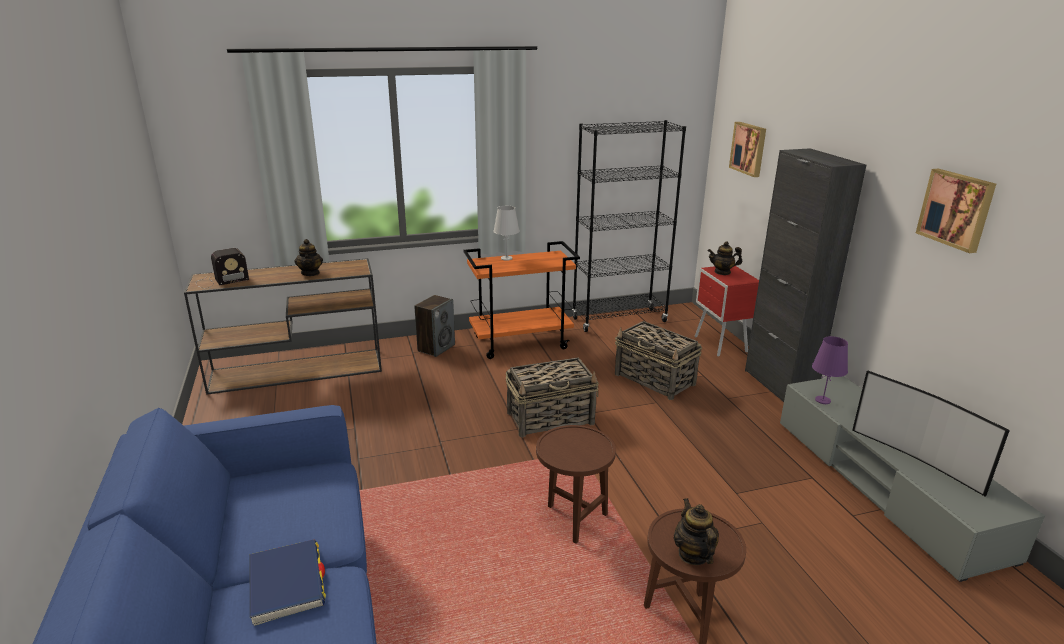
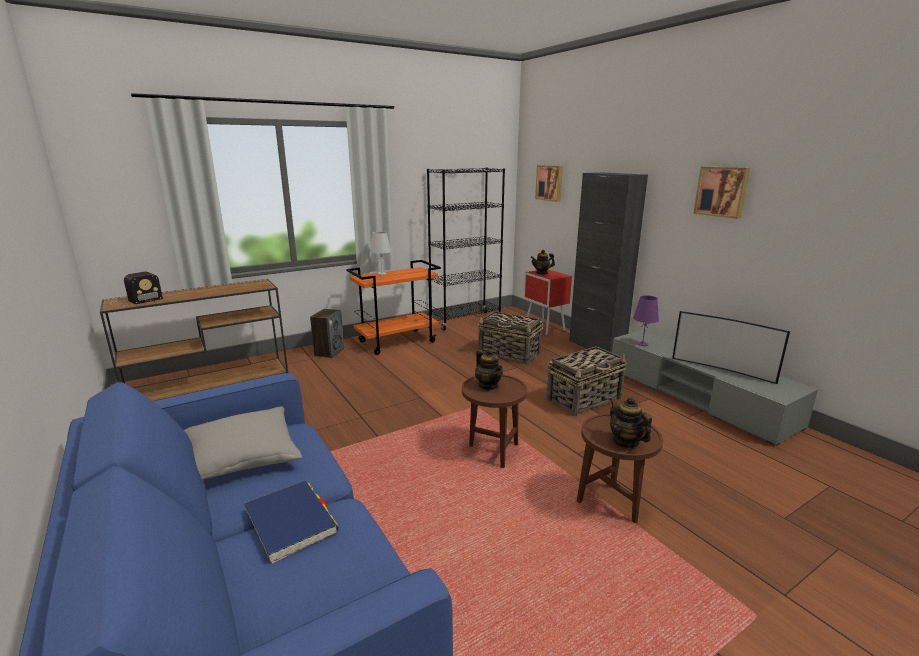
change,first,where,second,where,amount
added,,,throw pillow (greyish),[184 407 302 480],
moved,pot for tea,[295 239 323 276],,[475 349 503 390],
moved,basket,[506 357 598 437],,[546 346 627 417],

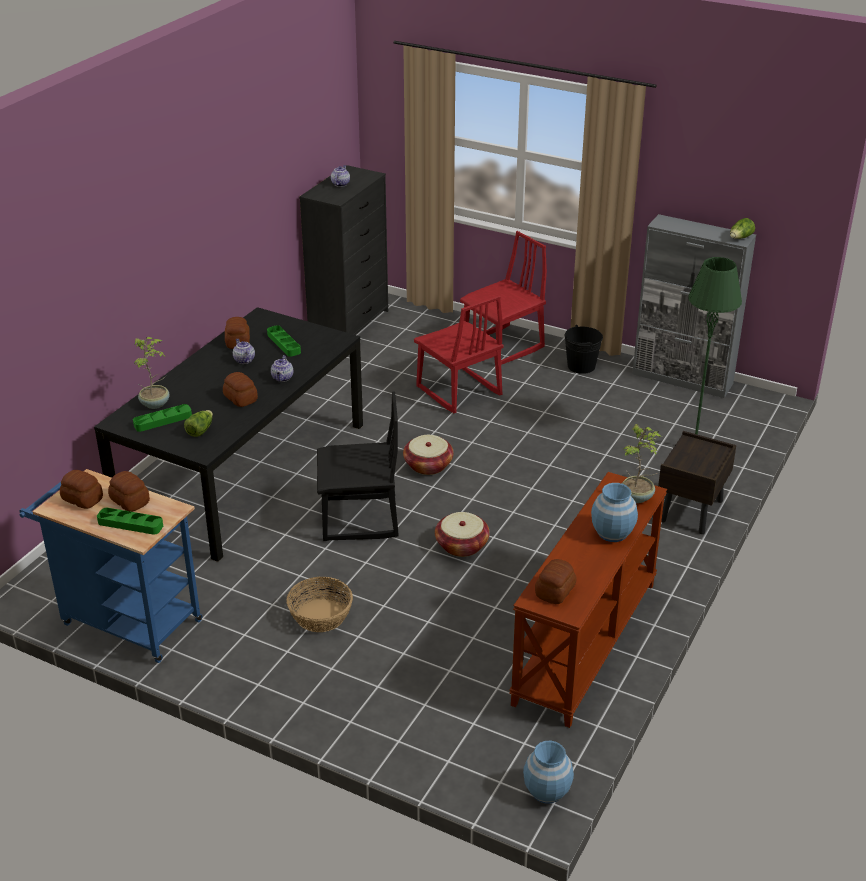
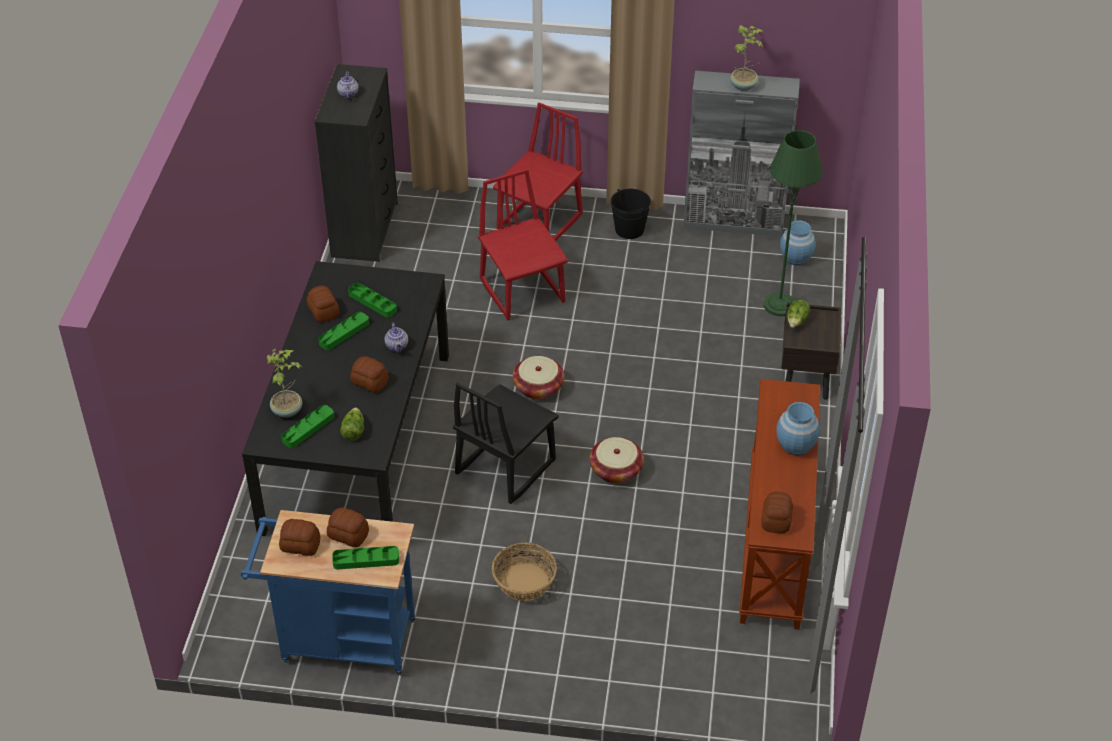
change,first,where,second,where,amount
replaced,pot for tea,[233 339 255 364],serving tray (green-coloured),[318 312 369 350],
turned,upright chair (blackish),[317 392 399 541],,[453 382 559 504],150 degrees clockwise
turned,upright chair (reddish),[414 296 504 413],,[478 169 568 321],150 degrees counterclockwise
moved,houseplant,[622 424 662 503],,[730 25 764 91],
moved,decorative vase (blue),[523 741 574 804],,[780 221 816 265],
moved,lettuce,[730 218 755 239],,[787 300 810 328],

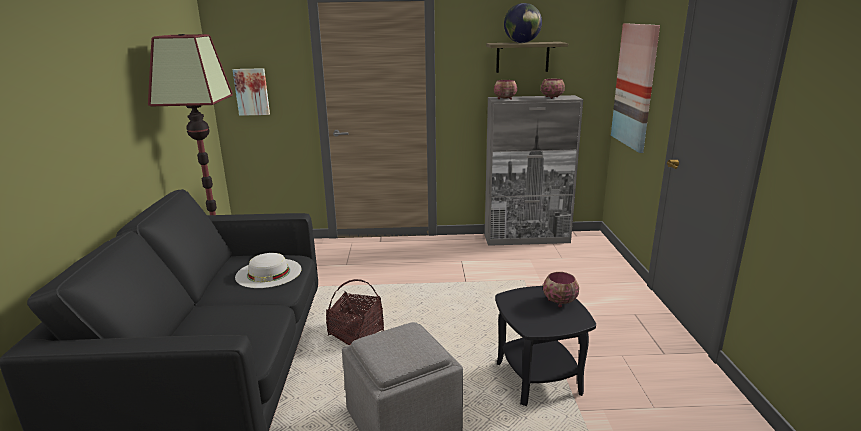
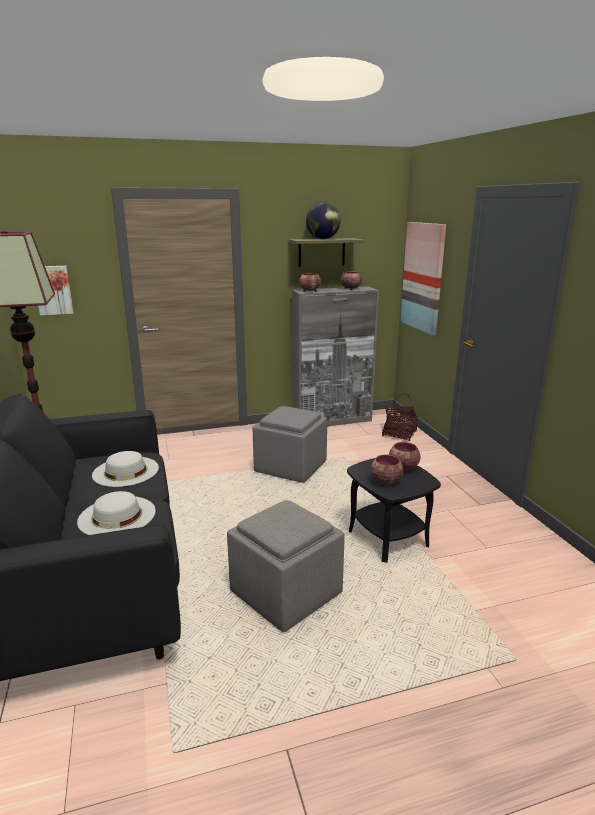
change,first,where,second,where,amount
added,,,wearable hat (whitish),[77 491 156 535],
added,,,ottoman (greyish),[253 406 327 483],
added,,,bowl,[371 455 404 487],
moved,basket,[326 279 384 345],,[382 393 418 441],

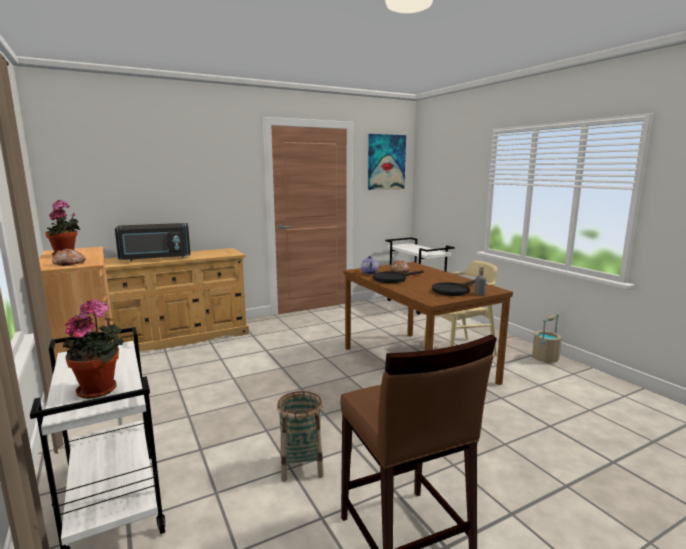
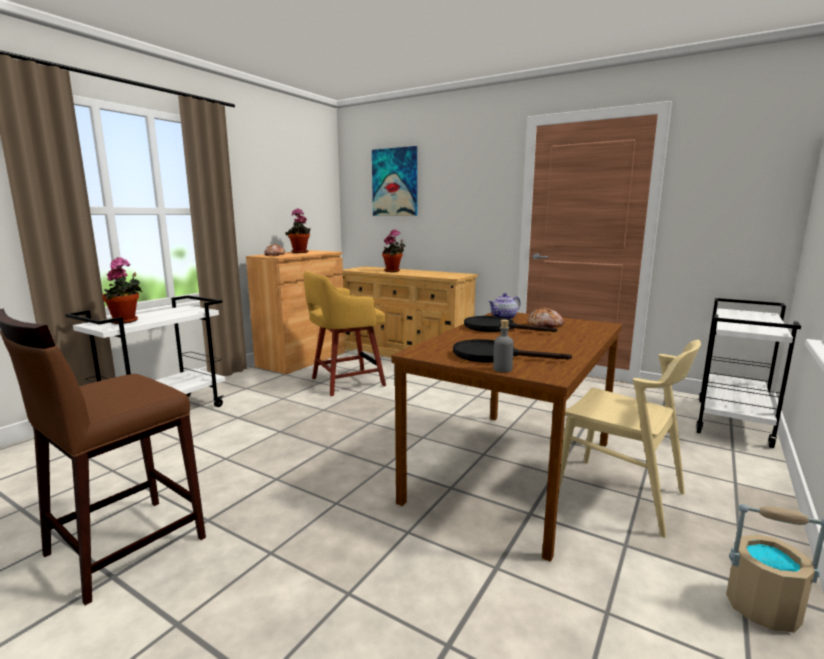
change,first,where,second,where,amount
added,,,stool (yellow),[304 271 386 396],
moved,wall picture,[368 134 406 190],,[372 146 417 216],
replaced,microwave (blackish),[115 223 191 262],houseplant,[382 229 405 272],
removed,basket,[277 391 324 482],,,

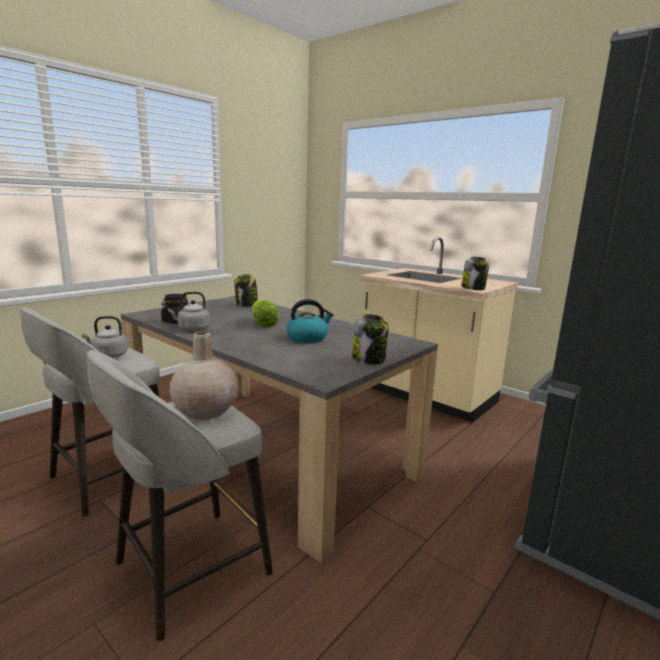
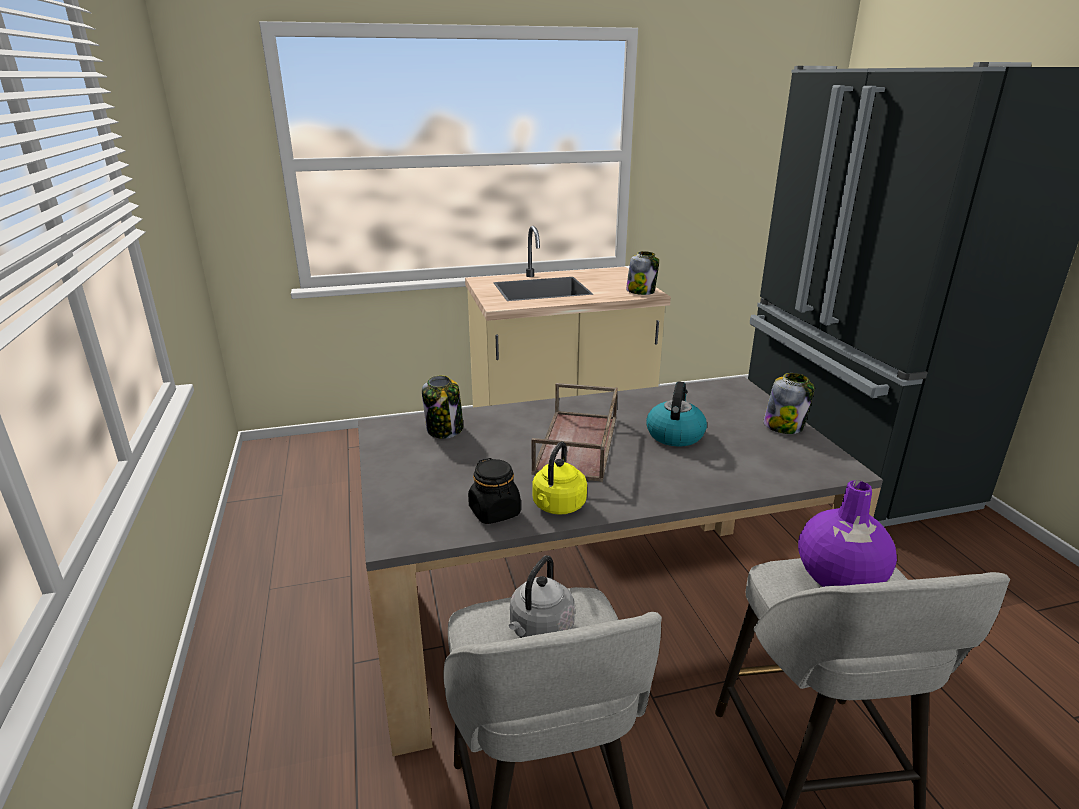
change,first,where,second,where,amount
replaced,lettuce,[252 300 279 327],serving tray (brownish),[531 383 618 482],
recoloured,kettle (greyish),[168 292 210 331],kettle (yellow),[532 441 587 515],
recoloured,decorative vase (beige),[169 331 239 420],decorative vase (purple-coloured),[798 480 897 587],

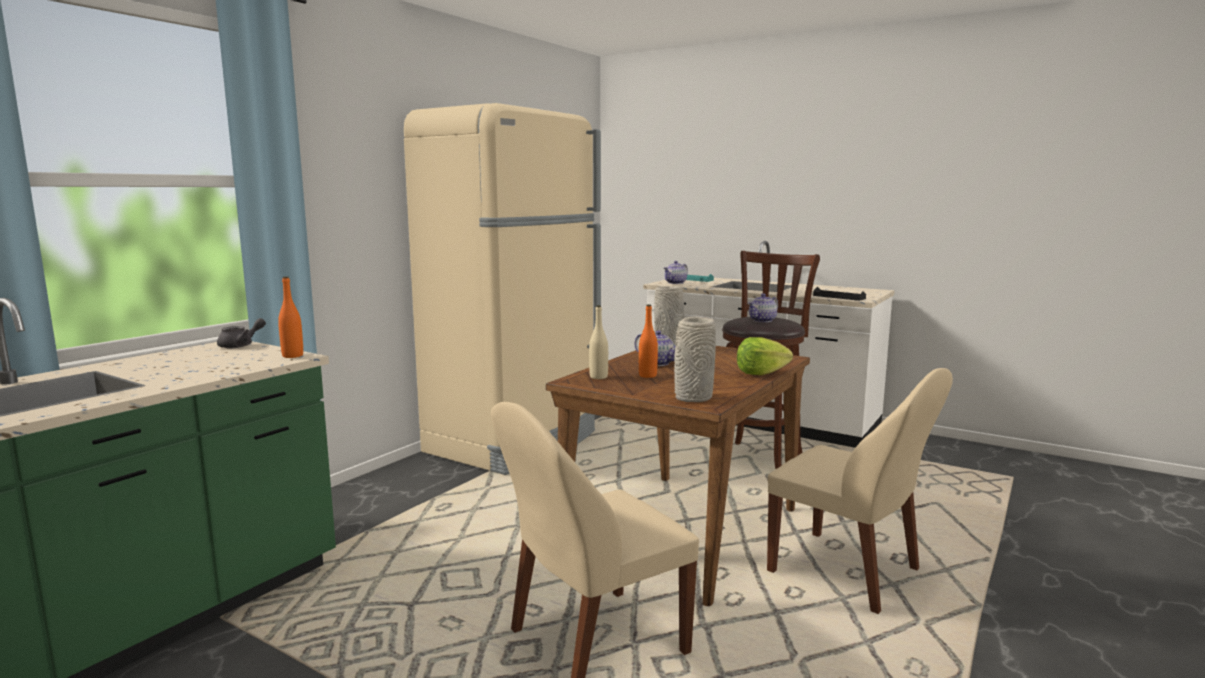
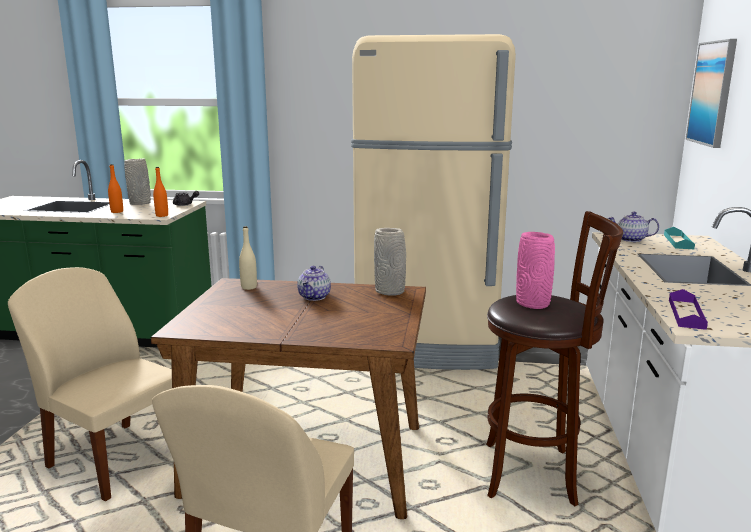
change,first,where,second,where,amount
moved,bottle (orange-coloured),[639 304 658 378],,[108 164 123 213],
moved,decorative vase (greyish),[674 317 716 402],,[124 158 151 205],
replaced,pot for tea,[748 293 778 322],decorative vase (pinkish),[516 232 555 309],
recoloured,serving tray (blackish),[813 287 866 301],serving tray (purple-coloured),[669 289 708 330],
added,,,wall picture,[685 39 737 148],
removed,lettuce,[737 337 793 375],,,

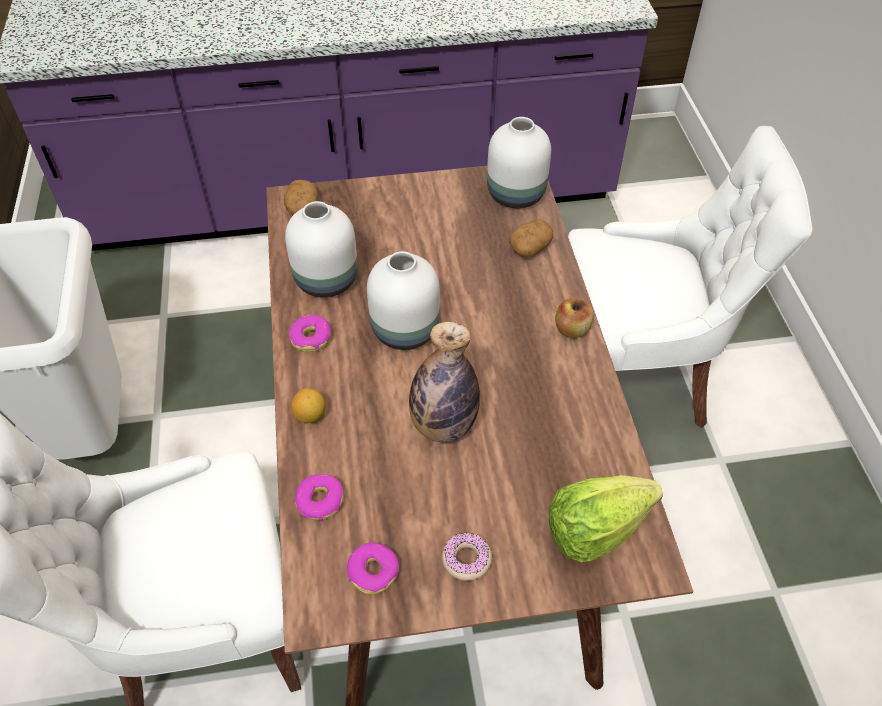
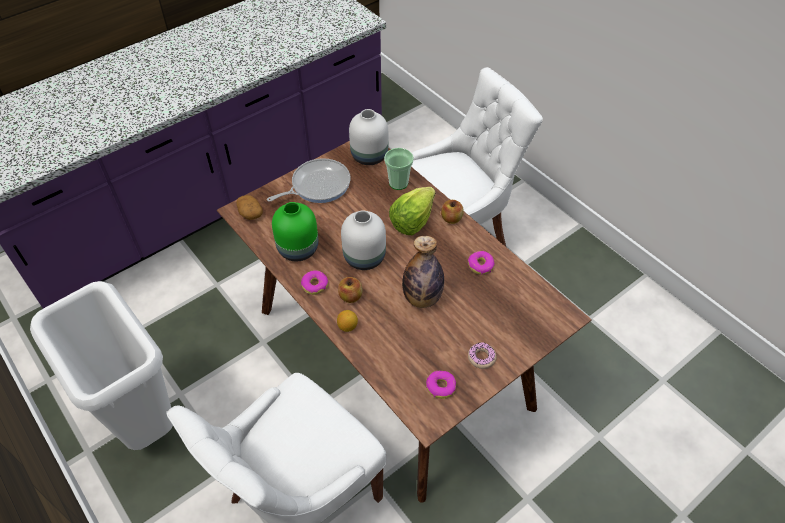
change,first,where,second,where,amount
added,,,frying pan,[267 158 351 203],
recoloured,decorative vase (whitish),[285 201 358 298],decorative vase (green-coloured),[272 202 318 261],
added,,,whole apple,[338 277 363 303],
replaced,whole potato,[509 219 553 258],drinking cup,[384 148 414 190],
moved,lettuce,[549 475 663 562],,[389 187 436 235],
moved,ring doughnut,[295 474 344 521],,[468 251 495 275],

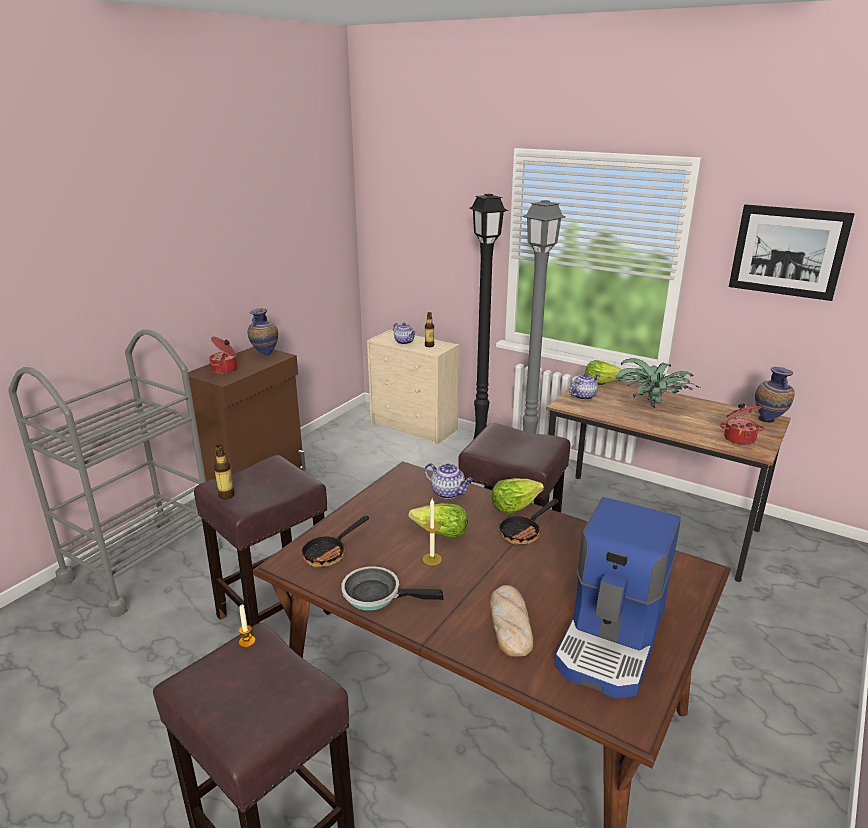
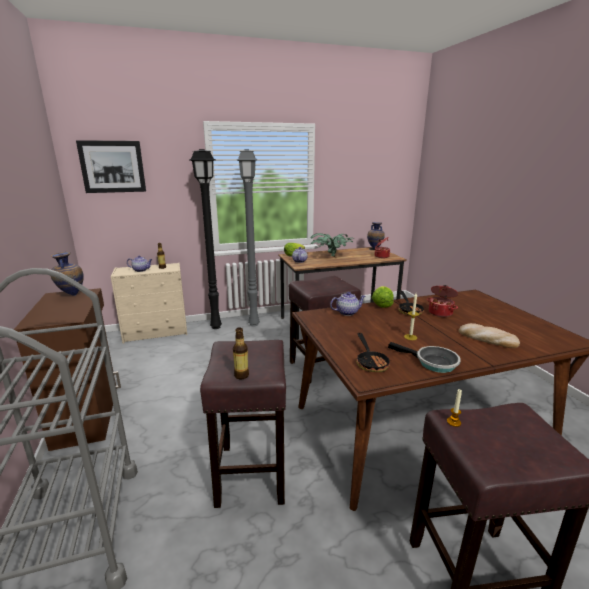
change,first,where,second,where,amount
moved,wall picture,[729 204 855 301],,[76 140 146 193],
turned,frying pan,[341 566 444 611],,[388 342 461 373],105 degrees counterclockwise
moved,saucepot,[209 337 237 374],,[427 285 458 317],
removed,lettuce,[408 503 468 538],,,
removed,coffee maker,[554 497 681 699],,,

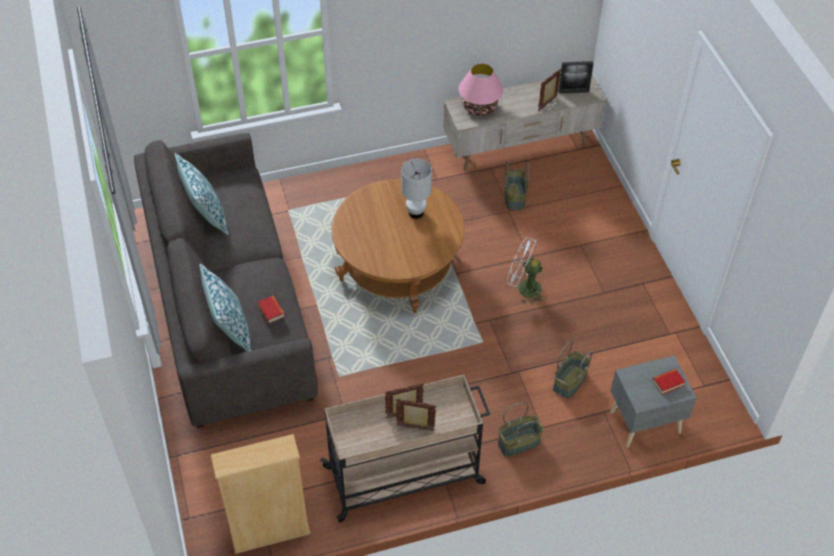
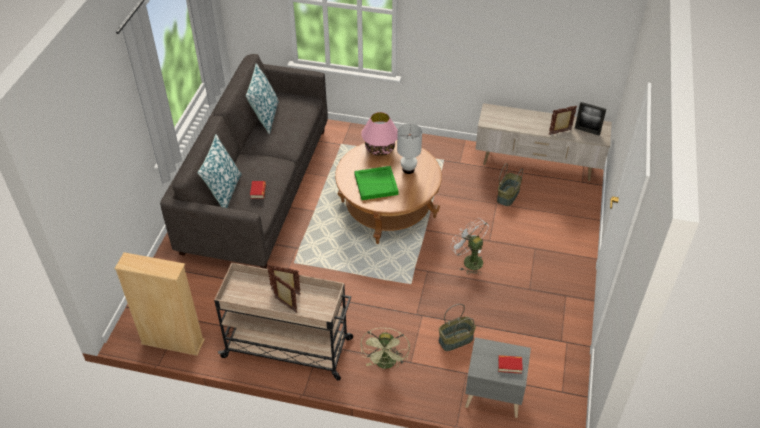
change,first,where,second,where,amount
added,,,serving tray (green-coloured),[354 166 399 200],
replaced,basket,[498 402 544 457],electric fan (green-coloured),[360 328 410 369],
moved,tabletop lamp (pinkish),[459 63 503 116],,[361 112 398 156],

